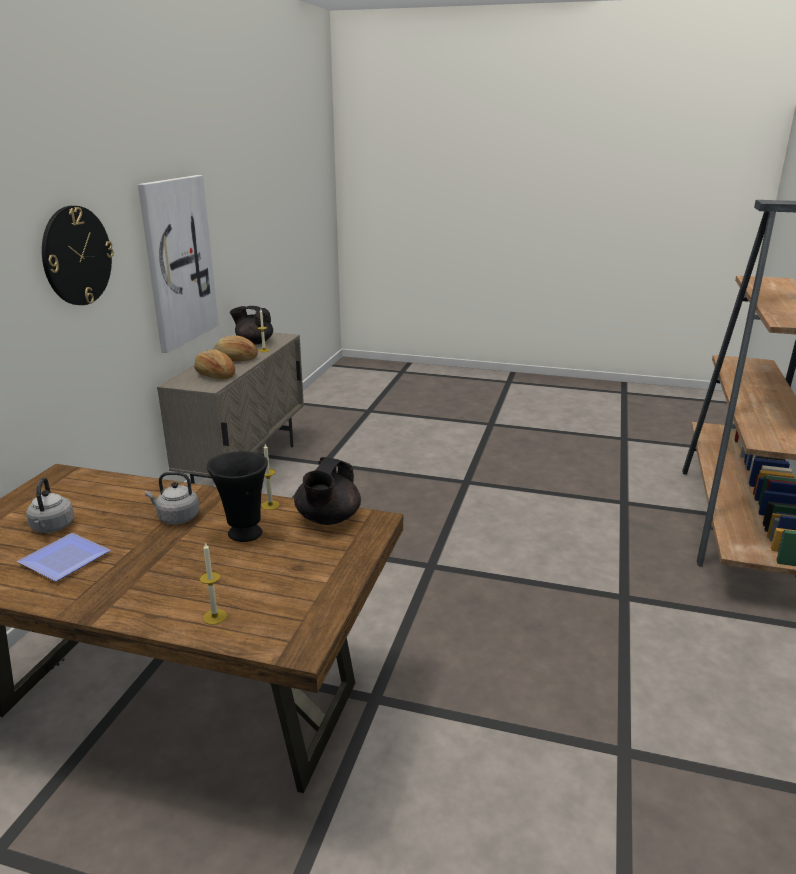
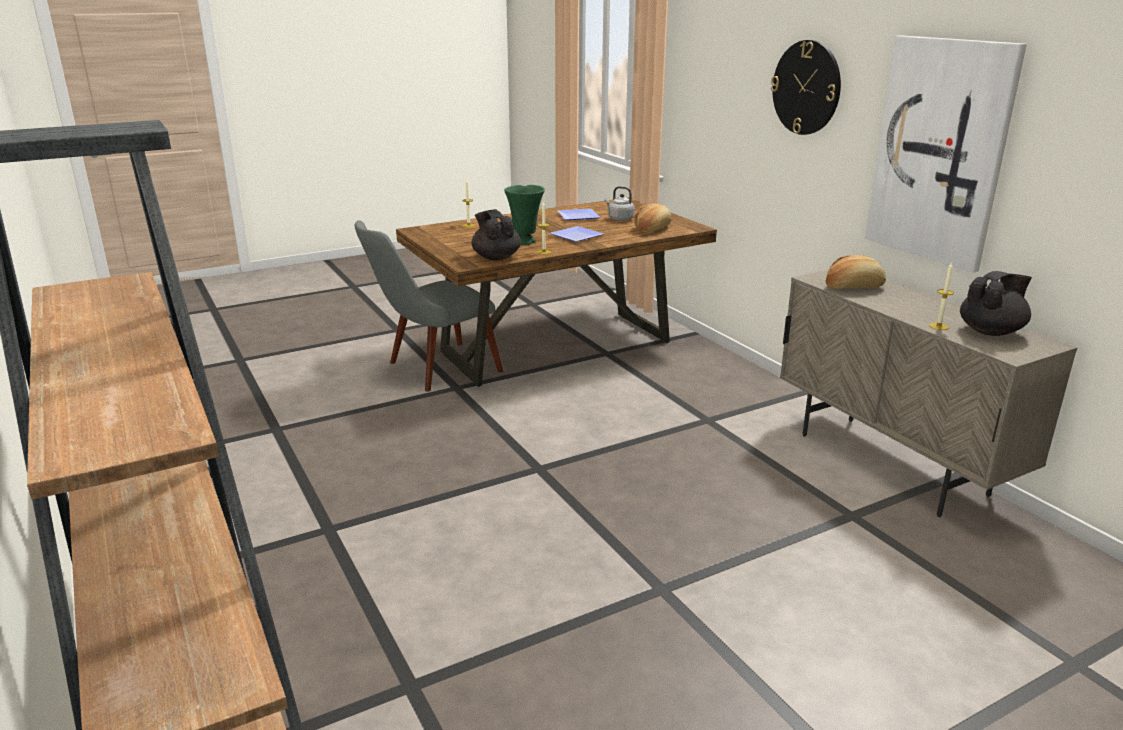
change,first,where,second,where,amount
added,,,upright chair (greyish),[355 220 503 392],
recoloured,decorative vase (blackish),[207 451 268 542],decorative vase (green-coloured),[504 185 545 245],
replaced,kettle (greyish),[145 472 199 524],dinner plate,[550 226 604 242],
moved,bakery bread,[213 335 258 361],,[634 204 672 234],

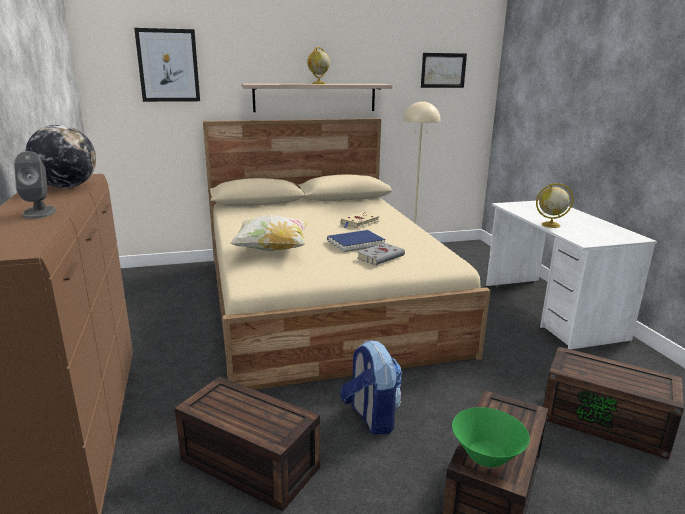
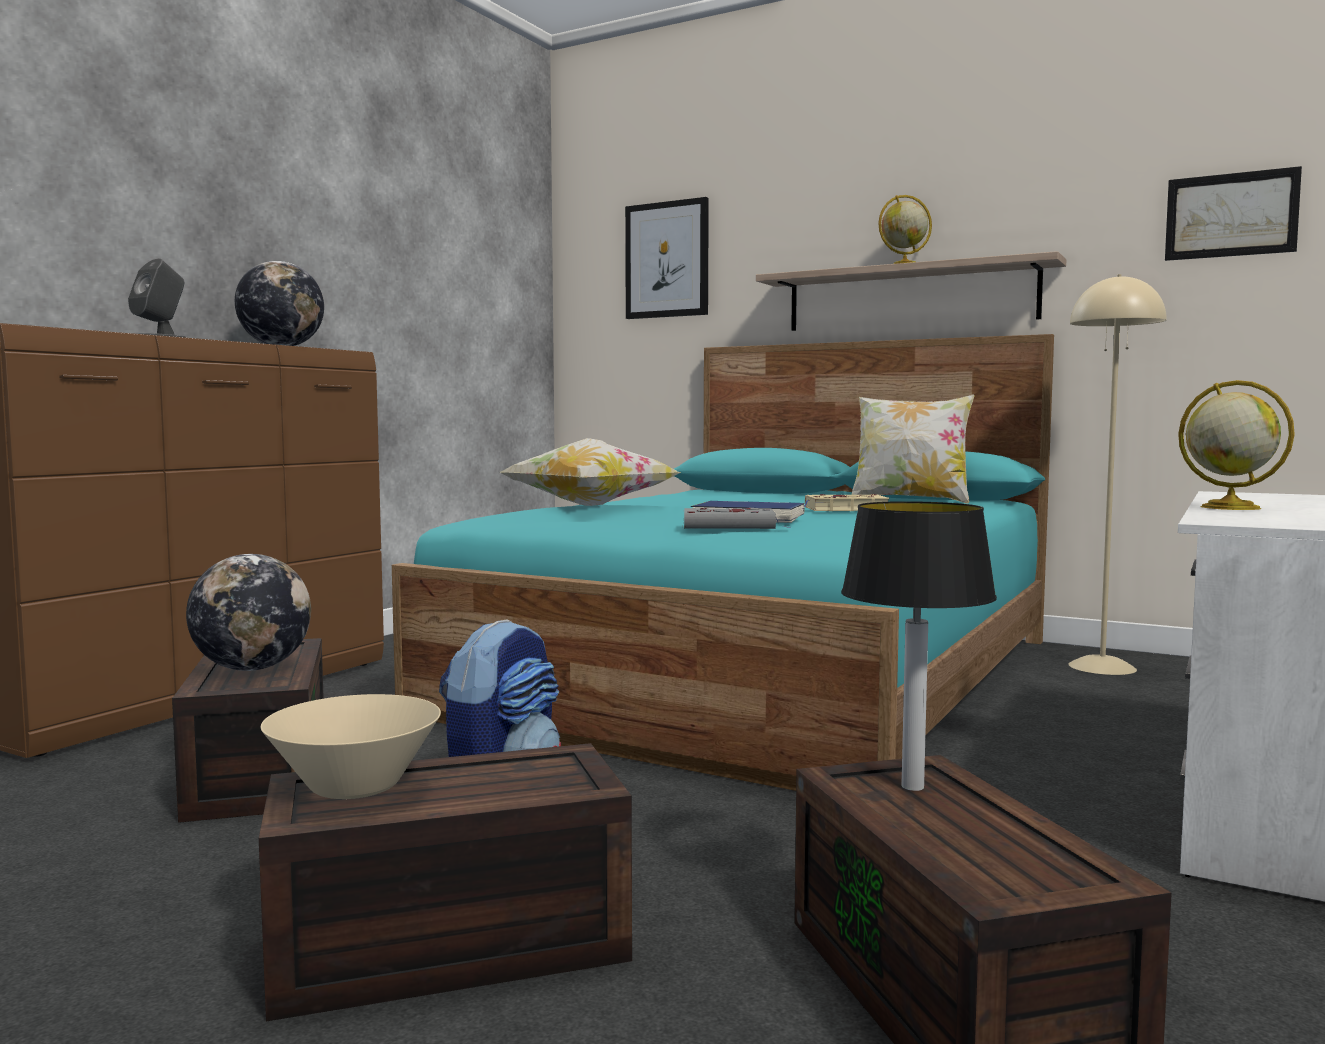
change,first,where,second,where,amount
added,,,world globe,[186 554 311 671],
recoloured,bowl (green-coloured),[452 407 530 467],bowl (beige),[261 694 441 799],
recoloured,sleeping bed (beige),[203 118 490 390],sleeping bed (turquoise),[392 334 1054 791],
added,,,tabletop lamp,[841 501 997 791],
added,,,throw pillow,[852 394 975 504],

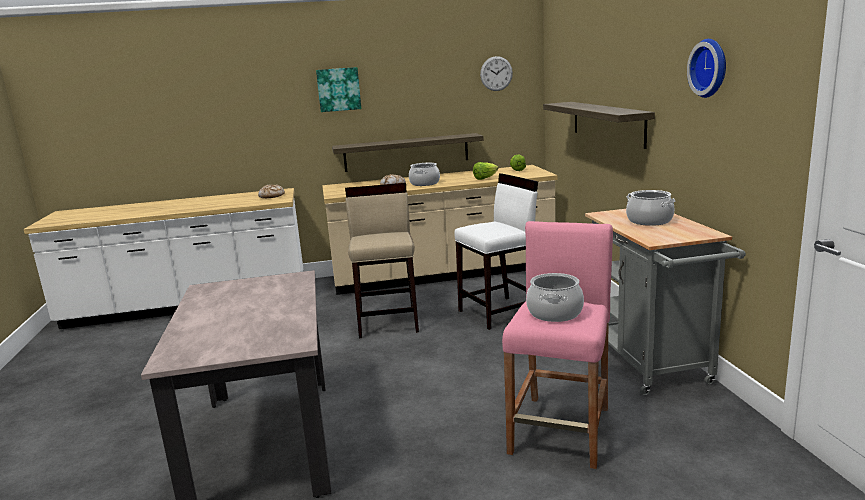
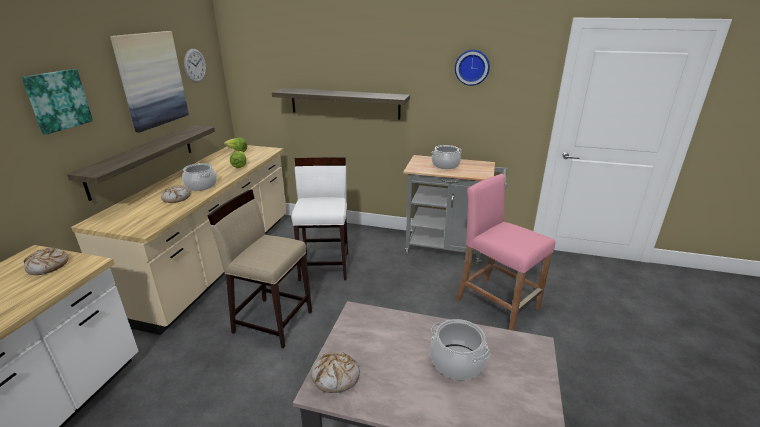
change,first,where,second,where,amount
added,,,wall picture,[110 31 189 133],
added,,,bakery bread,[311 352 360 393],
moved,saucepot,[526 273 584 322],,[430 319 490 380],

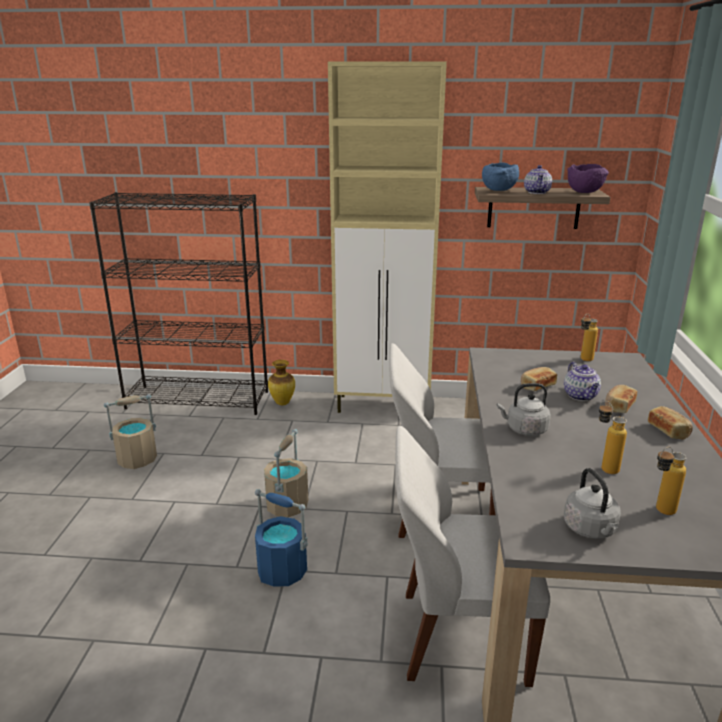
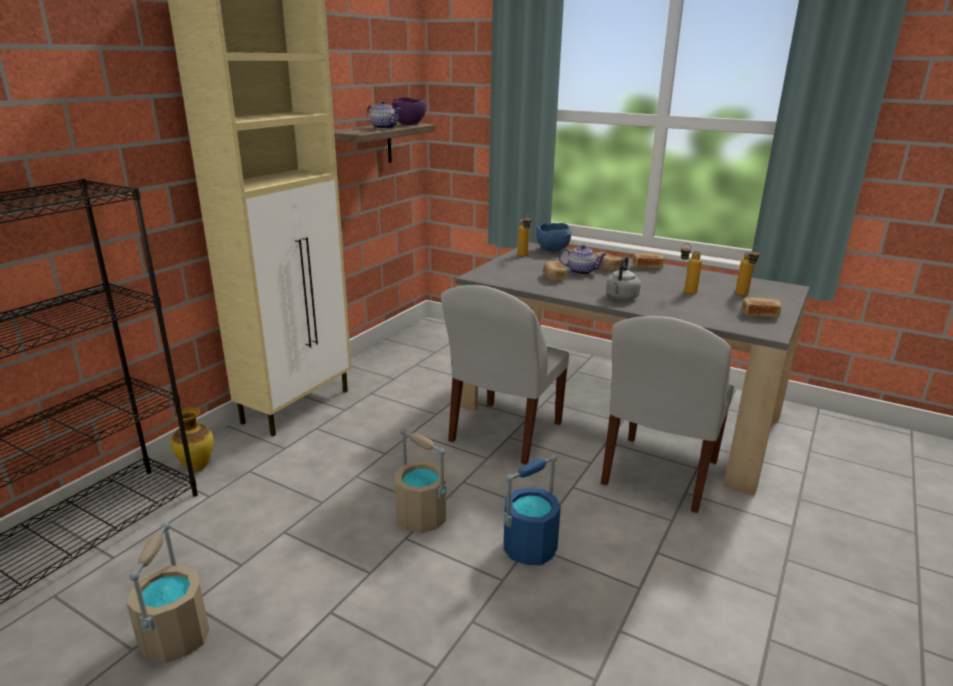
change,first,where,second,where,amount
moved,bowl (blue),[482 162 519 191],,[536 223 572 251],
replaced,kettle (greyish),[564 468 621 539],bakery bread,[741 298 781 318],

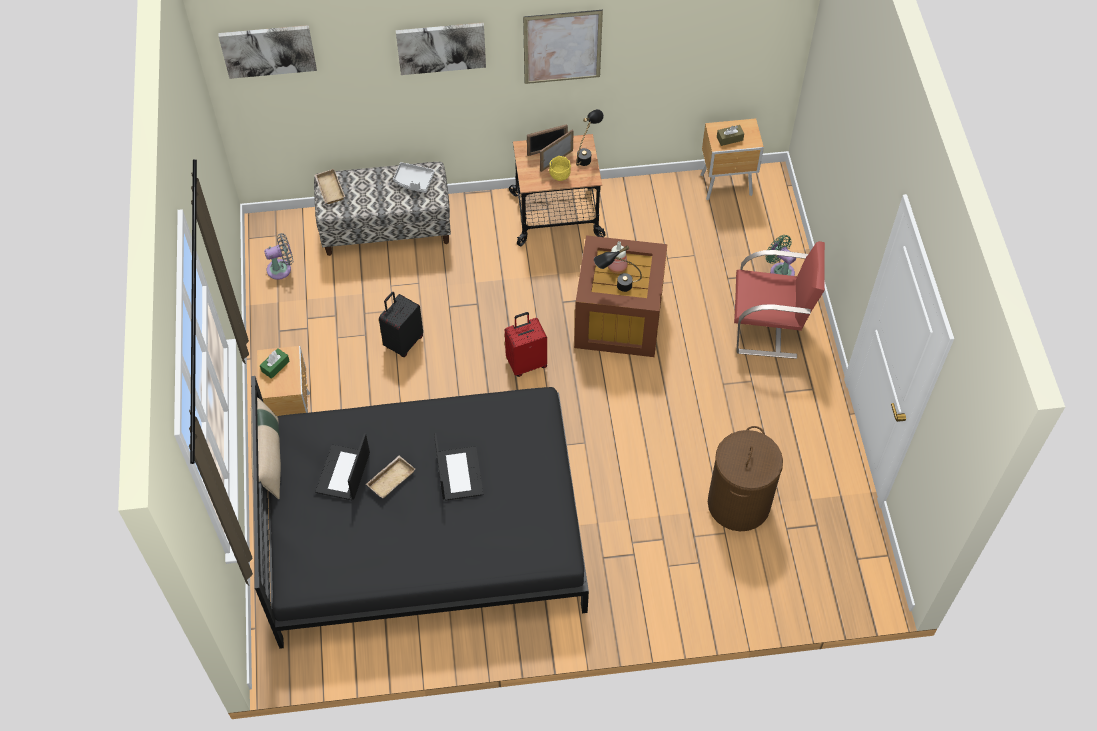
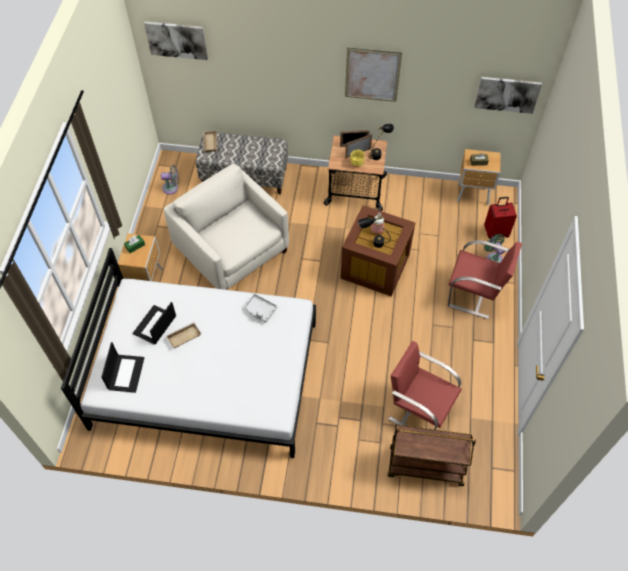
change,first,where,second,where,amount
recoloured,sleeping bed (blackish),[251 376 589 649],sleeping bed (whitish),[61 248 316 458],
moved,portable computer,[434 433 483 501],,[101 342 144 393],
replaced,suitcase (blackish),[379 292 423 357],easy chair (beige),[164 164 289 290],
moved,serving tray (greyish),[393 162 435 193],,[245 294 278 323],
replaced,laundry basket (brownish),[708 426 783 532],upright chair (reddish),[388 341 462 430],
added,,,wheeled cart (brownish),[388 425 476 486],
moved,wall picture,[396 23 486 75],,[474 77 542 114],
moved,suitcase (reddish),[505 312 547 377],,[484 197 517 239],
removed,throw pillow (beige),[251 397 281 499],,,

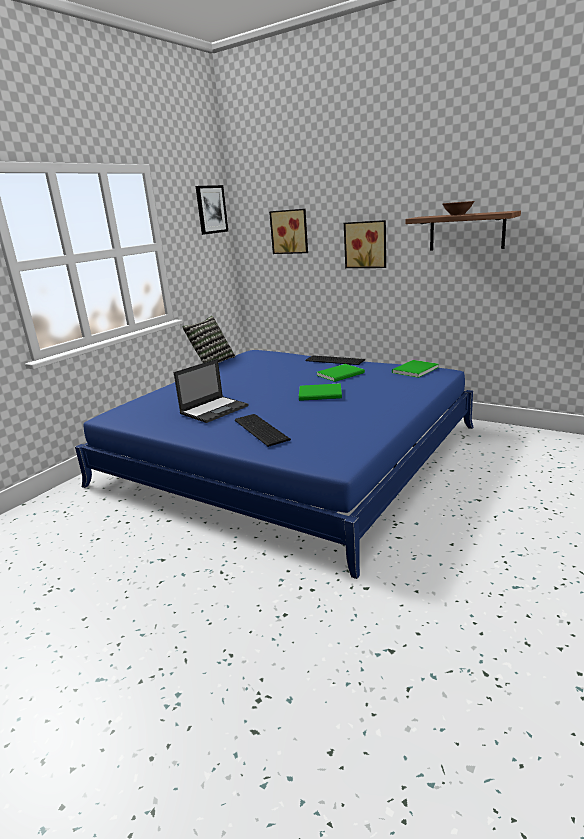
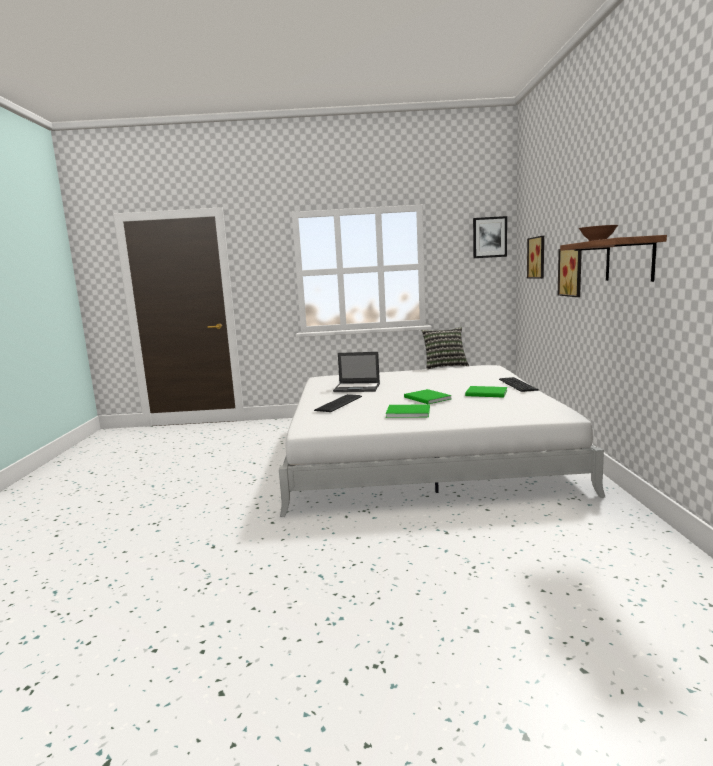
change,first,where,second,where,amount
recoloured,sleeping bed (blue),[75 350 474 579],sleeping bed (whitish),[279 365 605 517],
moved,bound book (green-coloured),[392 360 439 378],,[386 404 430 418],

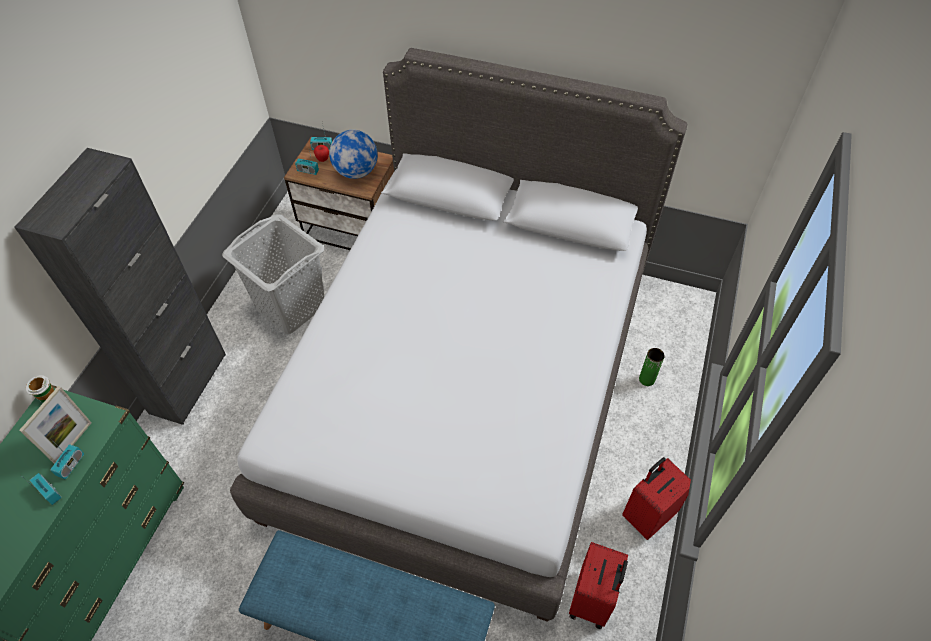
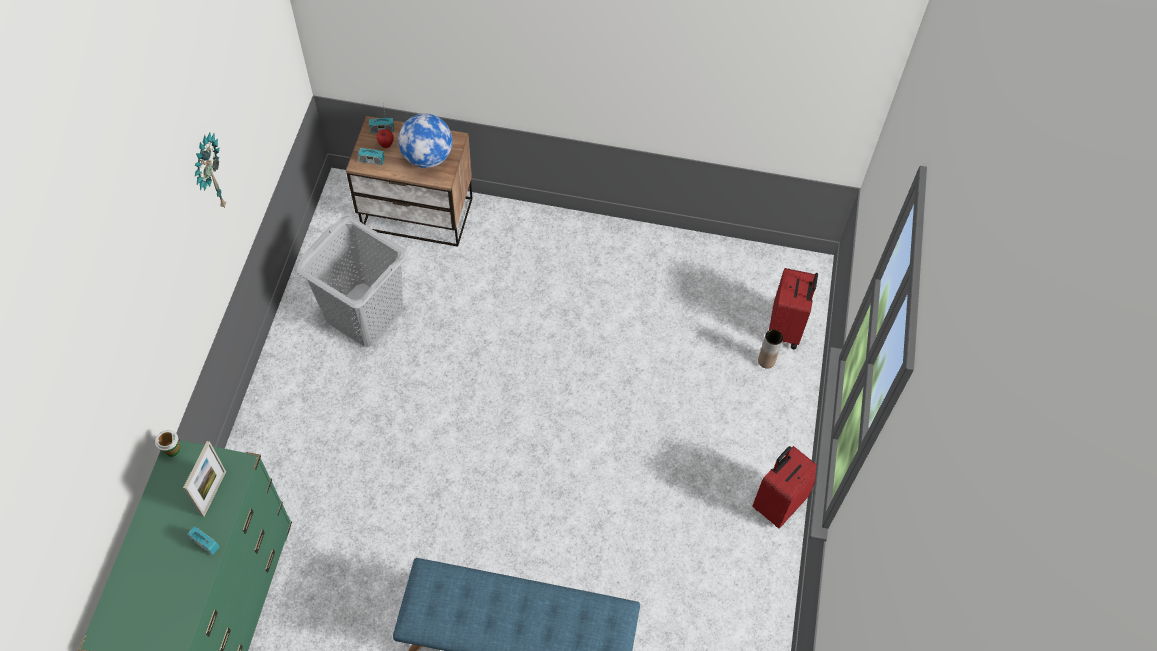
change,first,where,second,where,amount
added,,,wall clock,[194 132 226 208],
recoloured,decorative vase (green-coloured),[639 348 664 386],decorative vase (brownish),[758 329 783 369],
moved,suitcase (reddish),[569 542 628 629],,[769 268 818 349],
removed,cabinet (blackish),[14 148 226 425],,,
removed,radio set,[50 444 84 479],,,
removed,sleeping bed (greyish),[230 48 687 622],,,

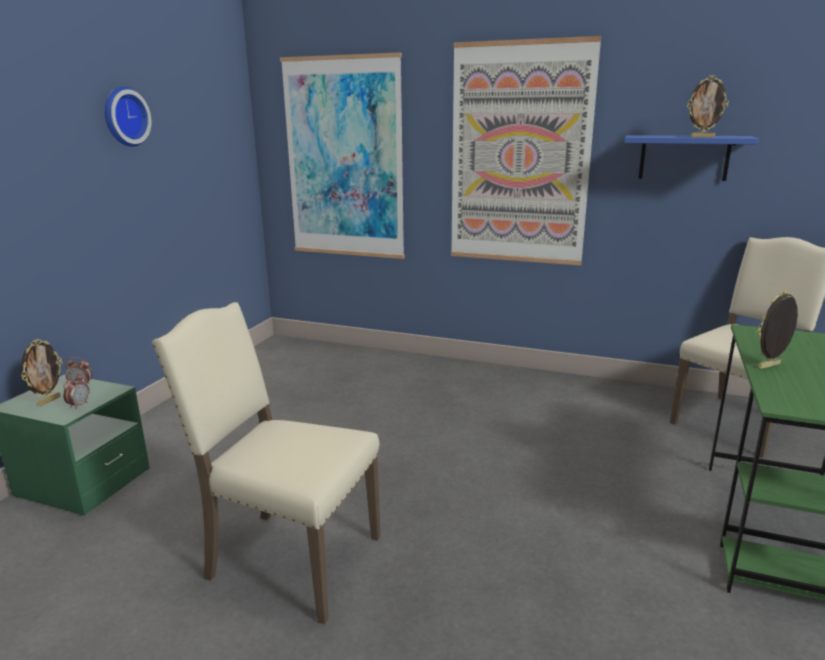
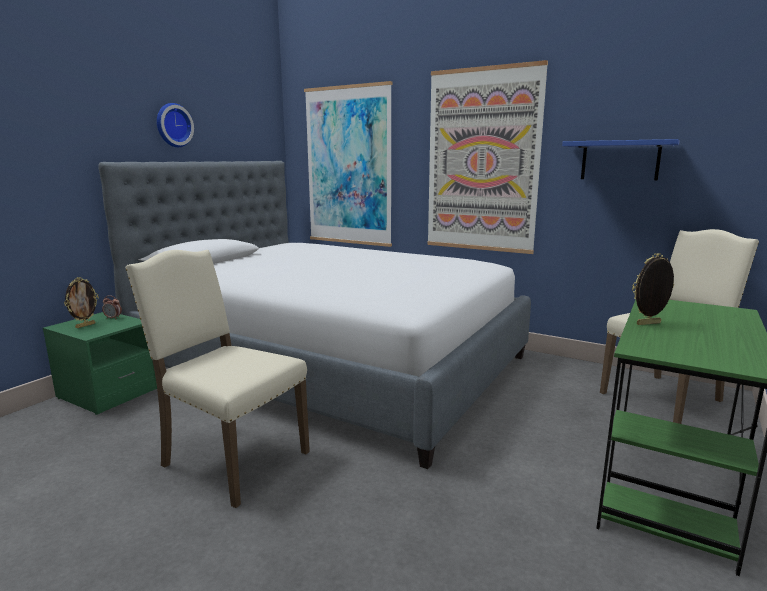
change,first,where,second,where,amount
added,,,sleeping bed,[98 161 531 469],
removed,table clock,[63 373 90 409],,,
removed,standing frame,[687 75 729 137],,,

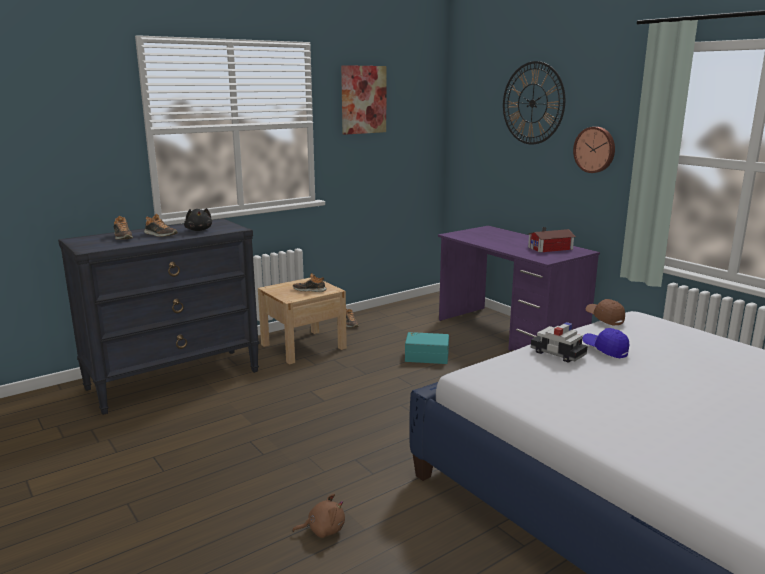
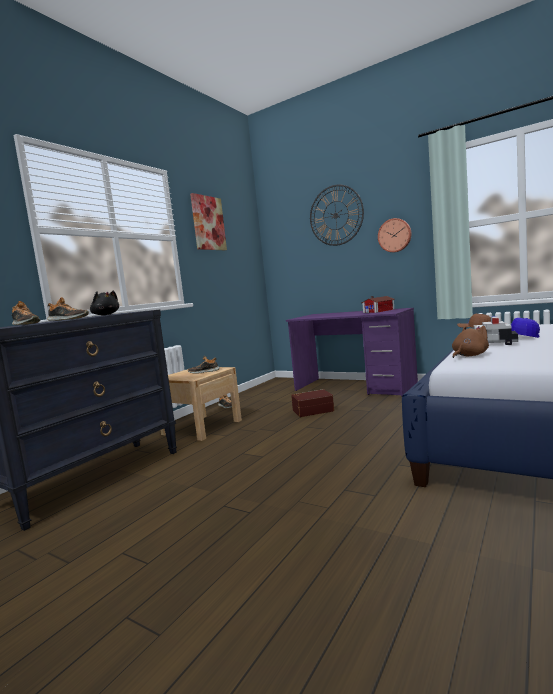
change,first,where,second,where,amount
recoloured,storage container (turquoise),[405 332 449 364],storage container (brownish),[291 389 334 417],
moved,soft toy (brownish),[292 494 345 538],,[452 326 489 358],

